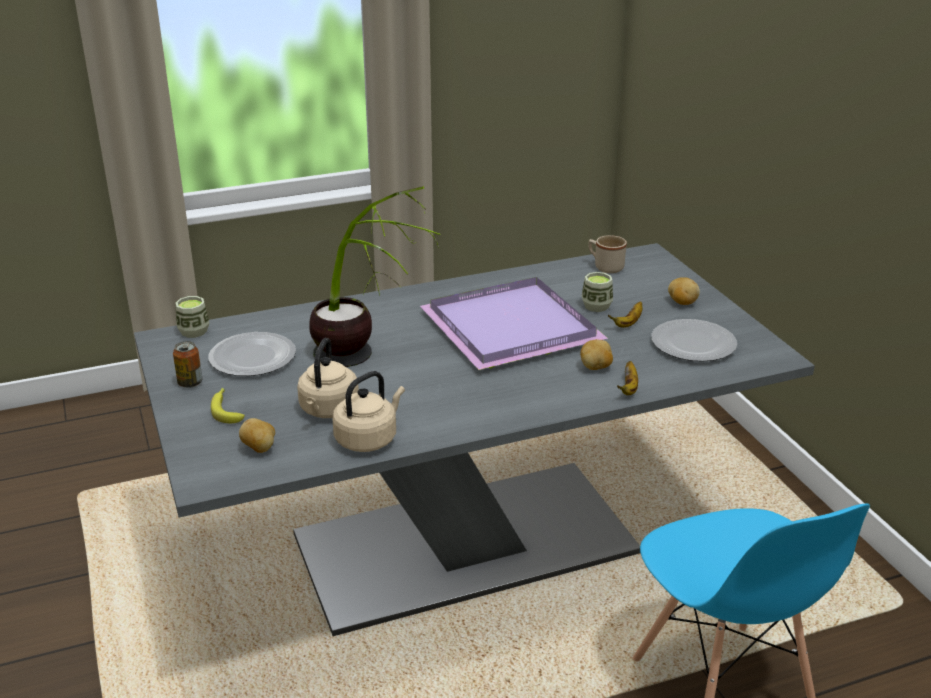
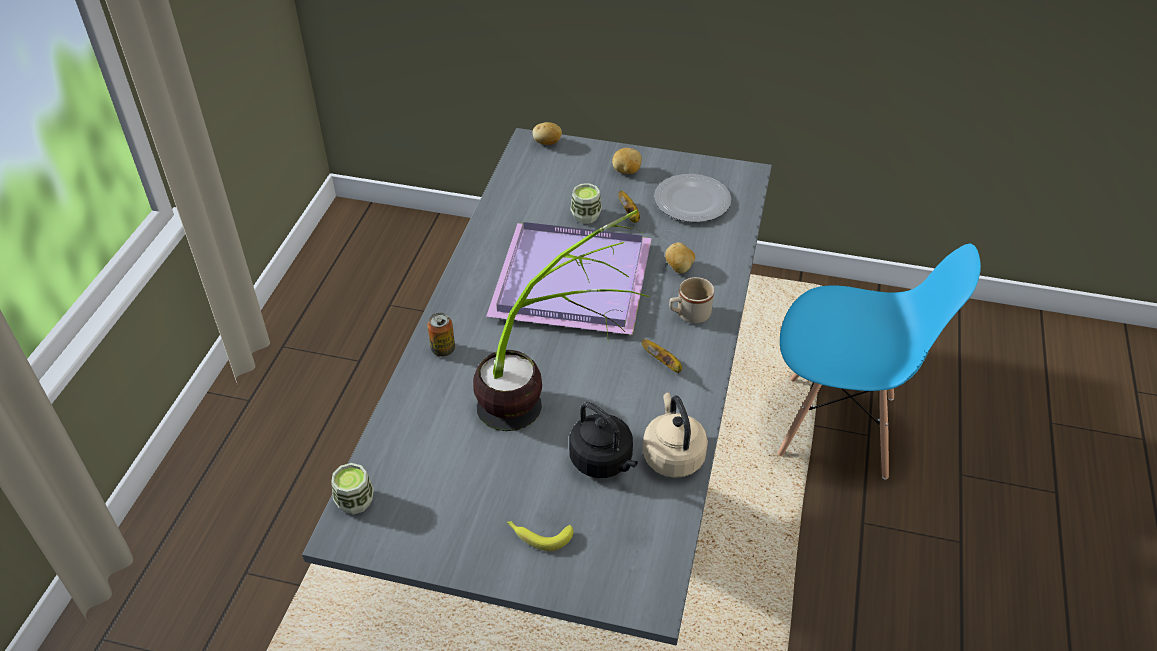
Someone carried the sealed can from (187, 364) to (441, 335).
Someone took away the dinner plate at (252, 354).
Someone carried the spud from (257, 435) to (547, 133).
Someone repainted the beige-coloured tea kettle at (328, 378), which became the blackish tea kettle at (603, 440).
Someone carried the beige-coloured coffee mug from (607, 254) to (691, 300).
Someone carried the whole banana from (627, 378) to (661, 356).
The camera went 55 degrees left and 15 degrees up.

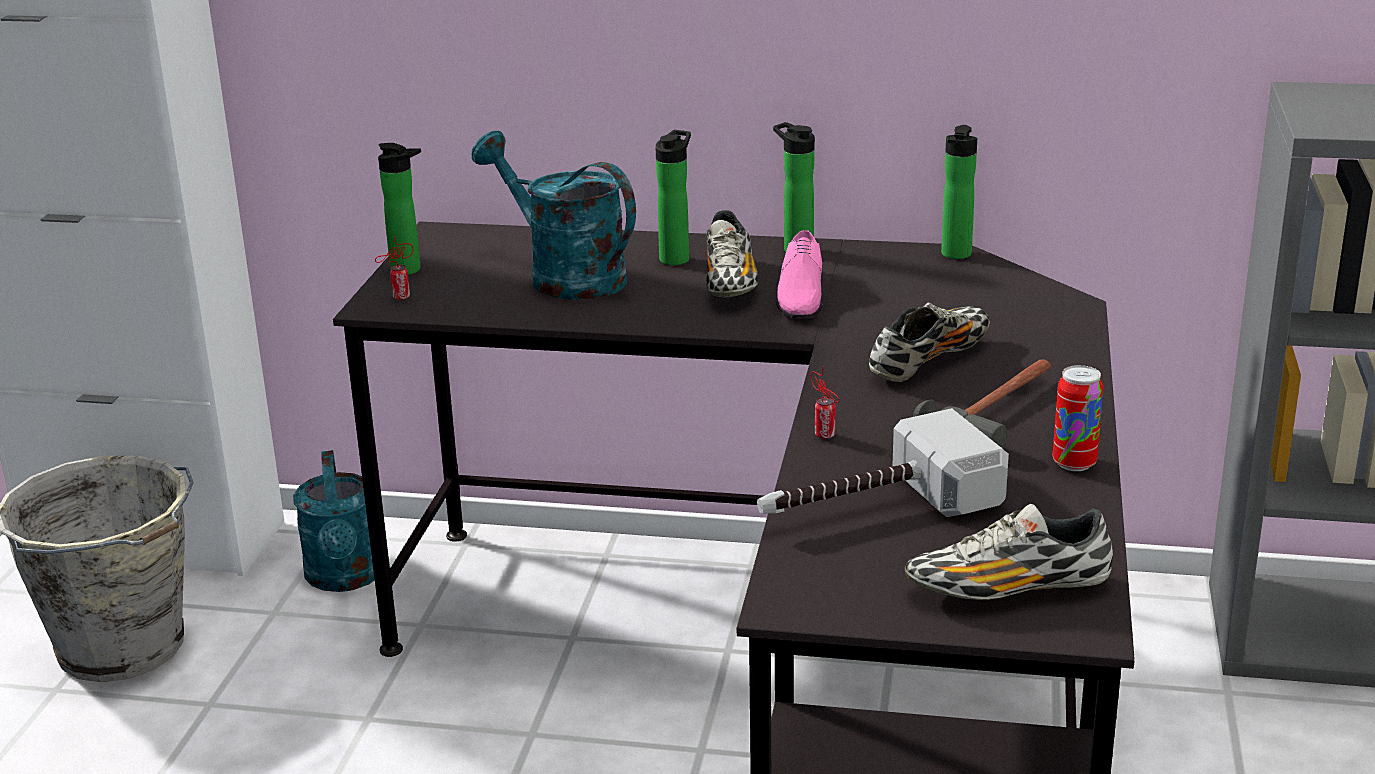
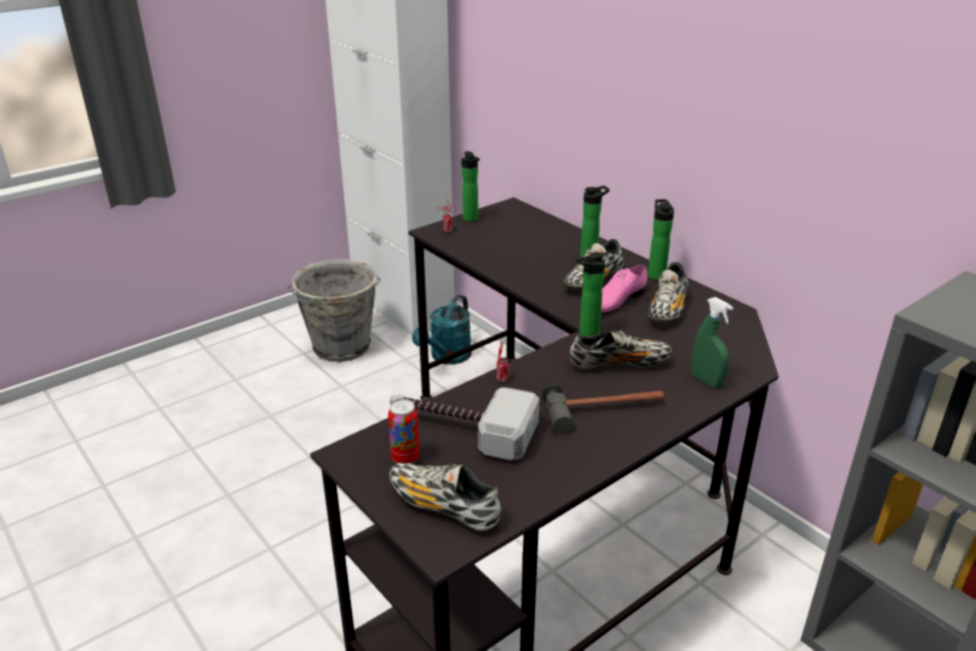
Someone took away the turquoise-coloured watering pot at (554, 215).
Someone carried the beverage bottle from (959, 192) to (590, 294).
Someone carried the sealed can from (1078, 418) to (404, 431).
Someone put down the shoe at (668, 292).
Someone put down the green-coloured sprayer at (712, 342).
The camera went 40 degrees right and 5 degrees up.

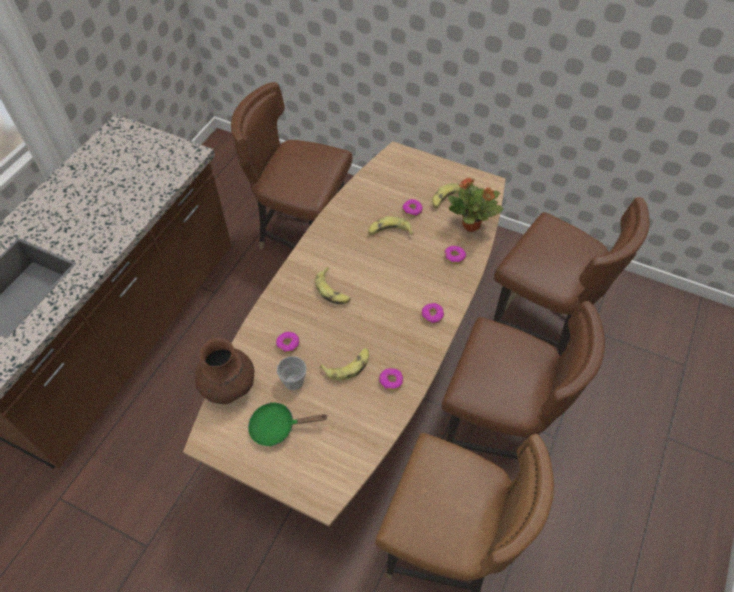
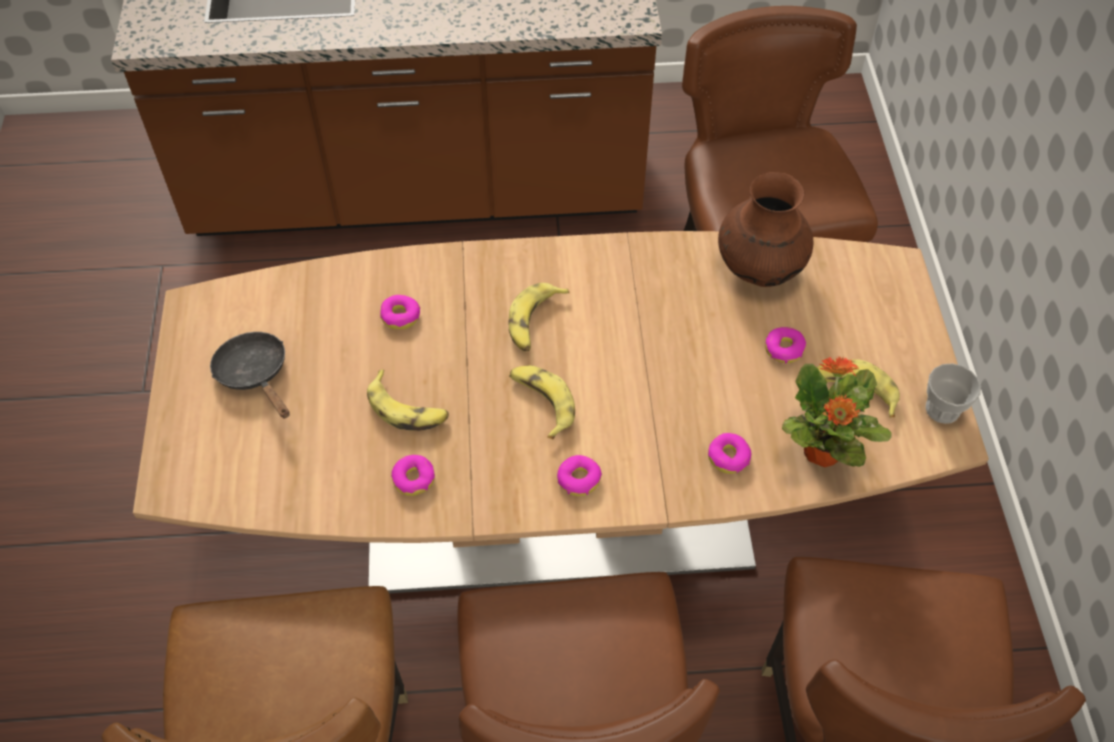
Someone carried the brown decorative vase from (224, 371) to (765, 229).
Someone repainted the green-coloured frying pan at (288, 424), which became the blackish frying pan at (250, 375).
Someone carried the small cup from (291, 373) to (953, 393).
Someone carried the whole banana from (390, 225) to (542, 402).
The camera went 60 degrees right and 0 degrees up.

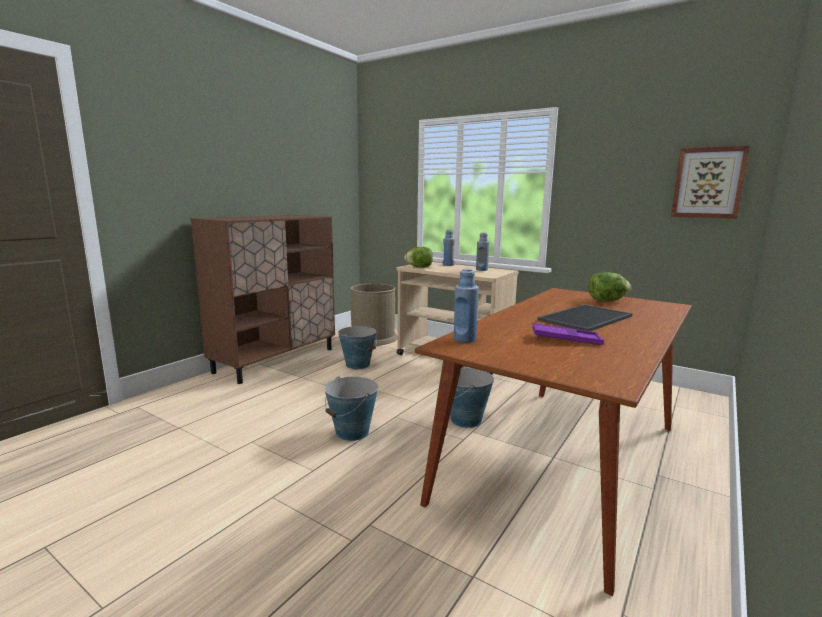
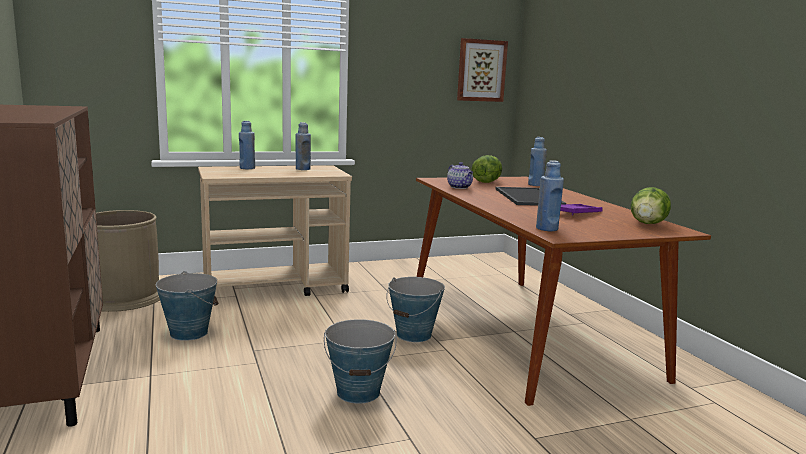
Someone carried the lettuce from (418, 257) to (651, 205).
Someone put down the pot for tea at (460, 175).
Someone put down the blue-coloured beverage bottle at (537, 161).
The camera went 55 degrees left and 0 degrees up.

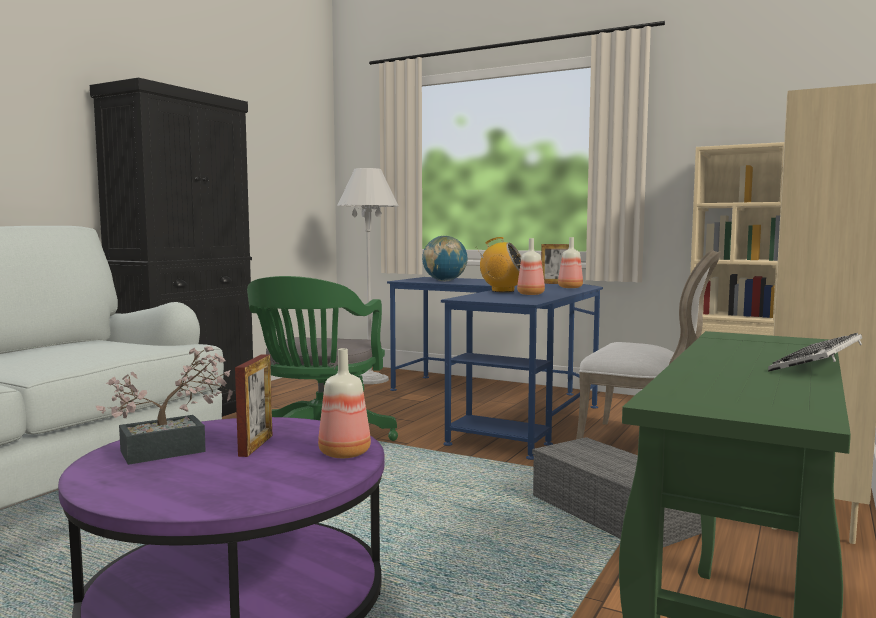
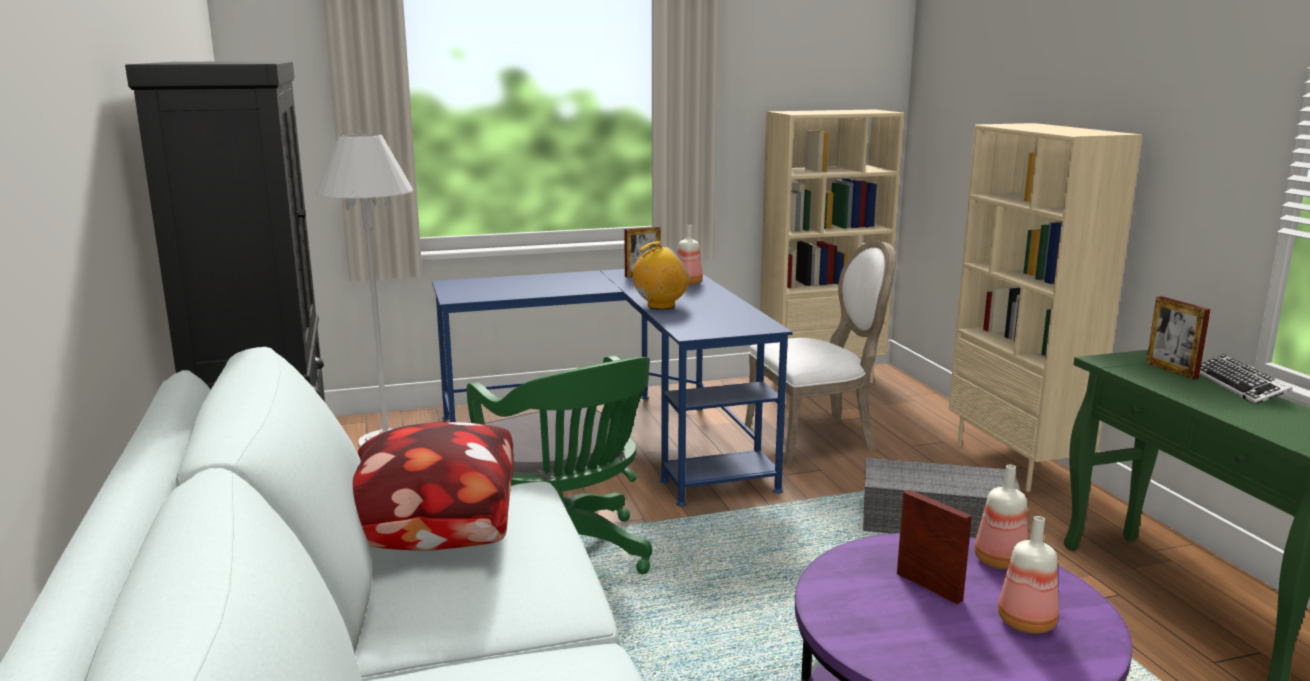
Someone took away the potted plant at (164, 405).
Someone took away the world globe at (445, 258).
Someone carried the beverage bottle from (531, 266) to (1028, 575).
Someone put down the cushion at (433, 486).
Someone put down the standing frame at (1178, 338).
The camera went 45 degrees left and 10 degrees up.

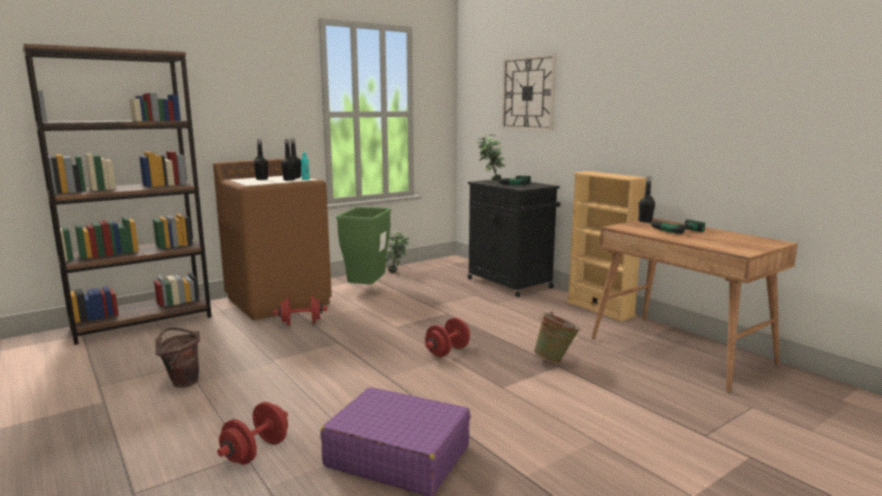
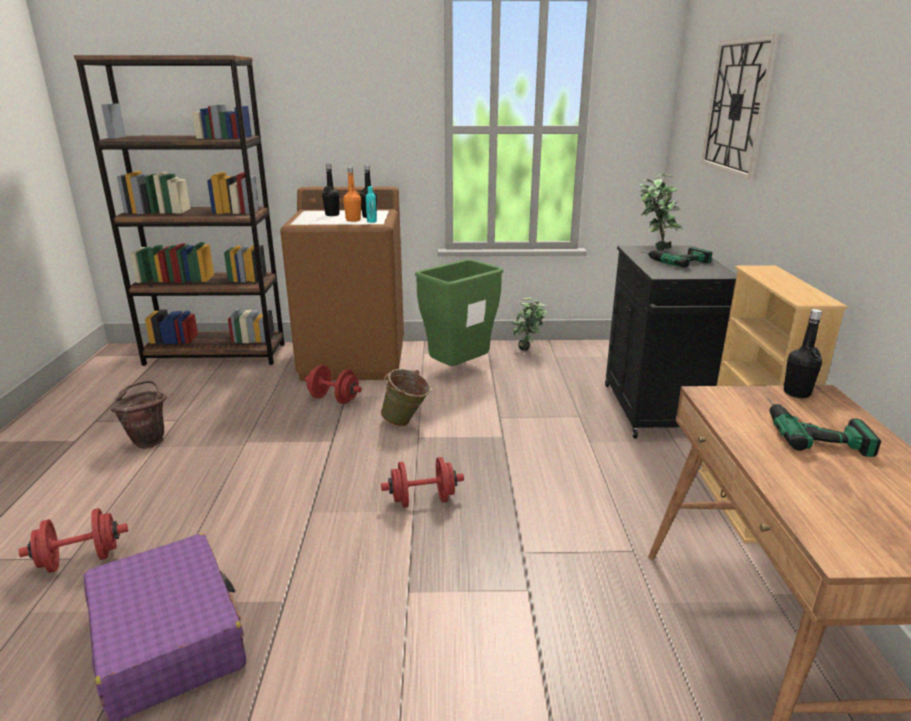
Someone repainted the blackish beverage bottle at (288, 160), which became the orangey beverage bottle at (352, 194).
Someone carried the green-coloured bucket from (557, 338) to (406, 397).
The camera went 35 degrees right and 10 degrees up.

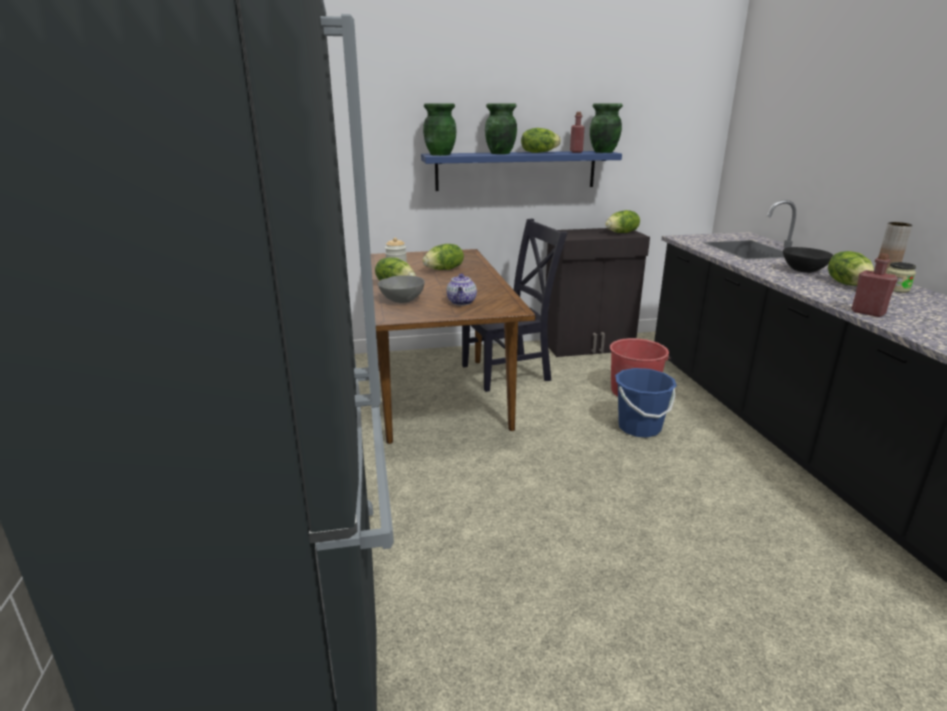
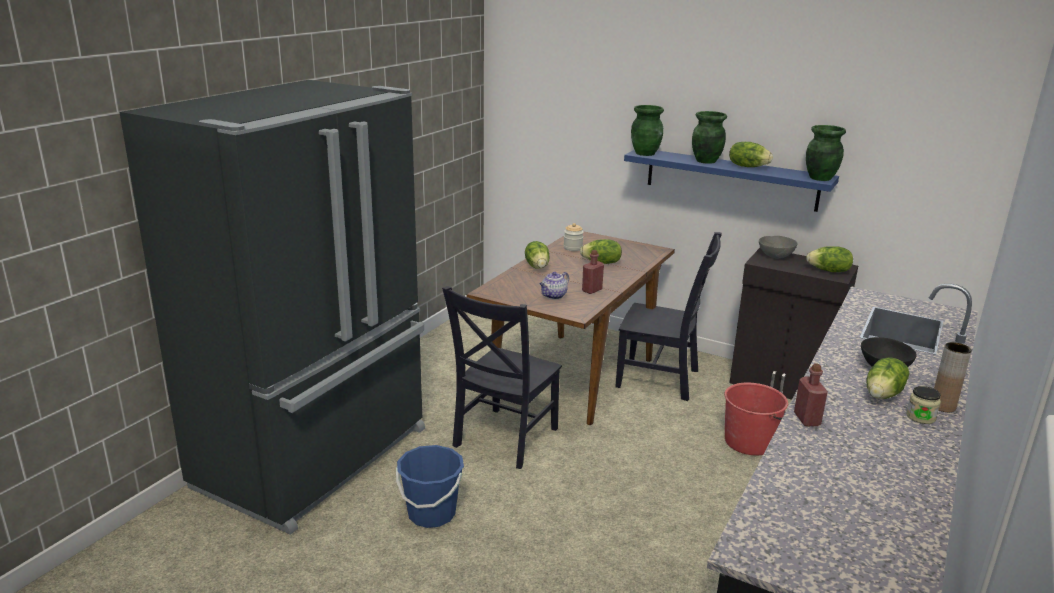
Someone carried the gray serving bowl from (401, 289) to (778, 247).
Someone carried the reddish beverage bottle from (577, 132) to (593, 272).
Someone carried the blue-coloured bucket from (646, 403) to (430, 486).
Someone put down the blackish upright chair at (502, 377).
The camera went 40 degrees right and 0 degrees up.

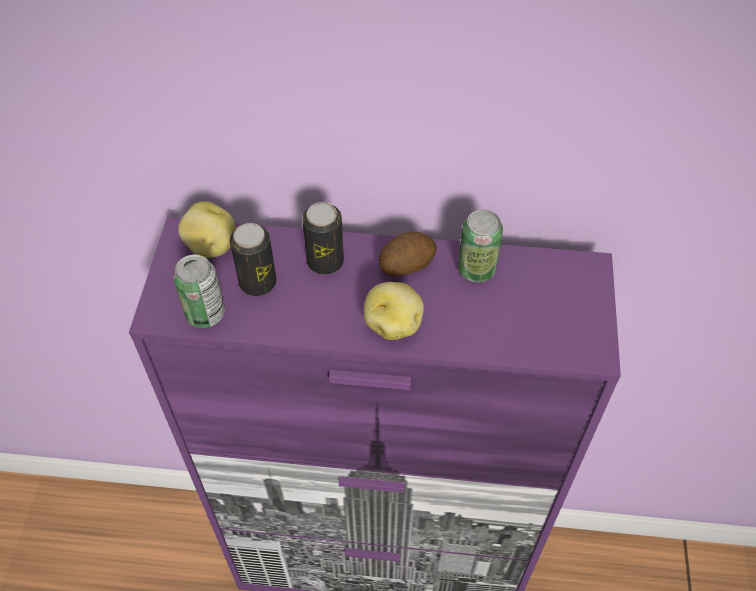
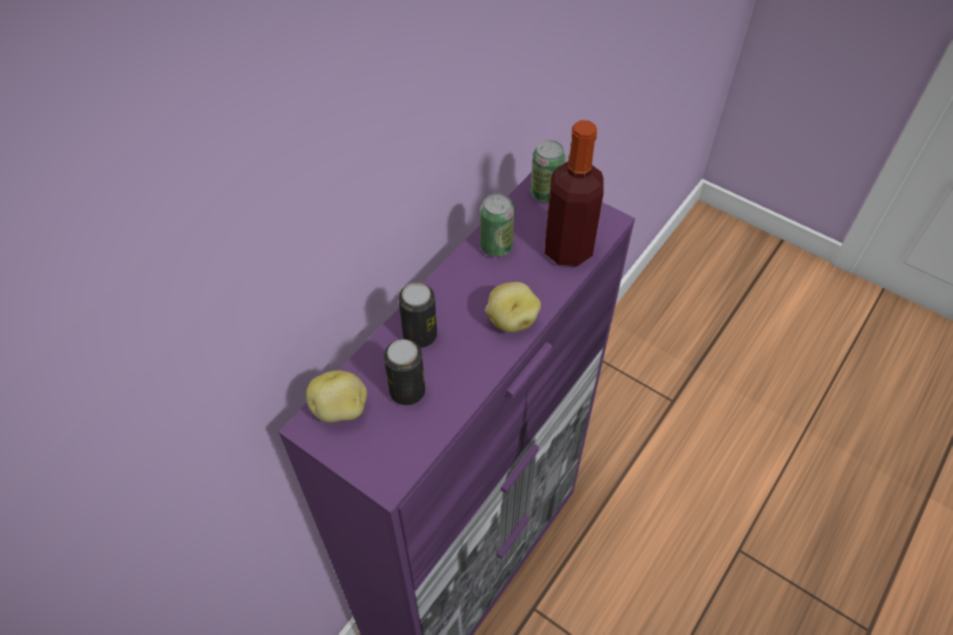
Someone carried the sealed can from (199, 291) to (548, 171).
Someone took away the spud at (407, 254).
Someone put down the beverage bottle at (574, 193).
The camera went 60 degrees left and 0 degrees up.

